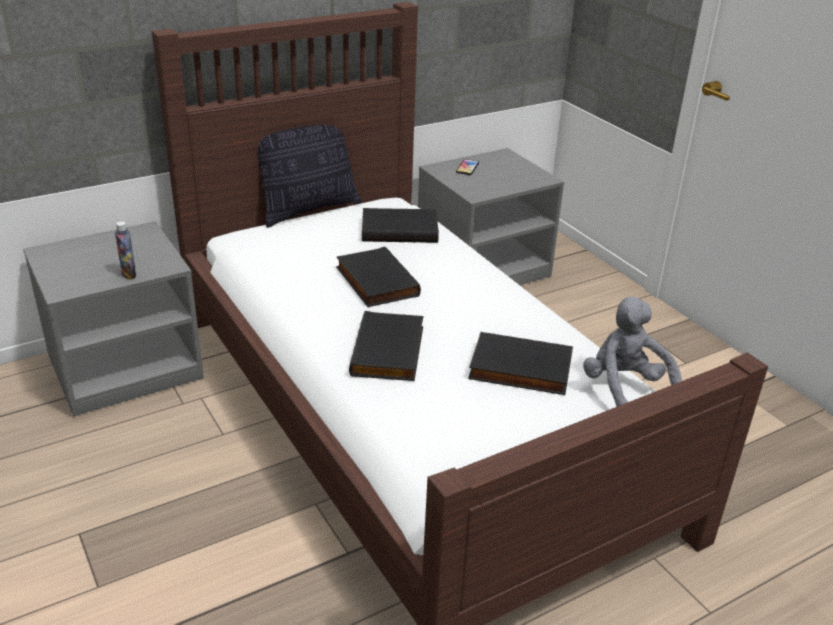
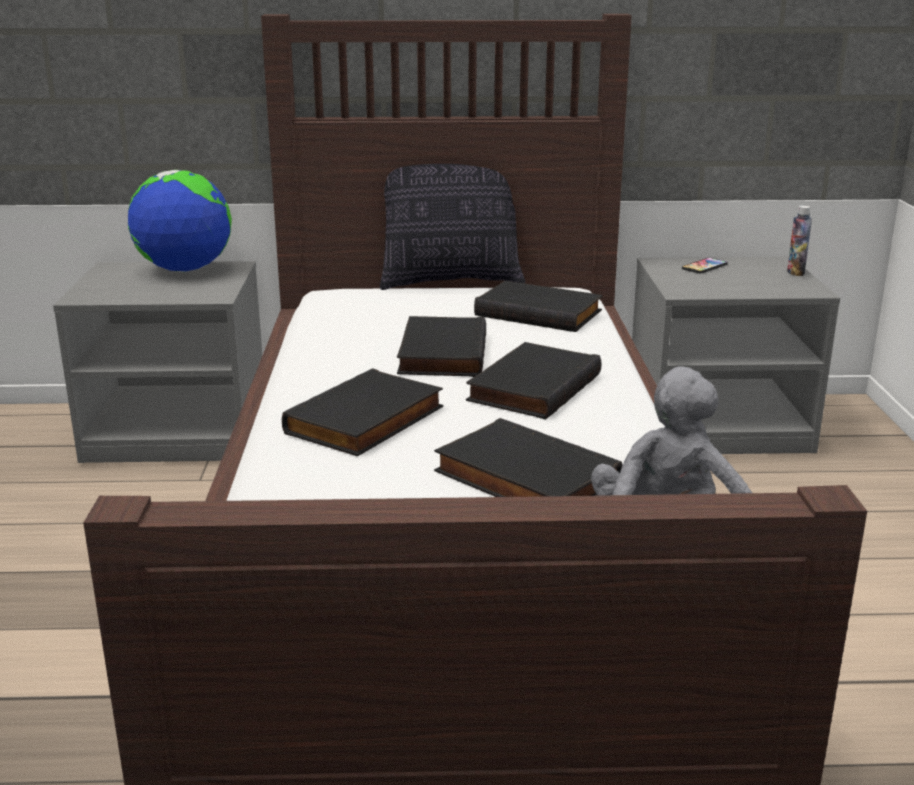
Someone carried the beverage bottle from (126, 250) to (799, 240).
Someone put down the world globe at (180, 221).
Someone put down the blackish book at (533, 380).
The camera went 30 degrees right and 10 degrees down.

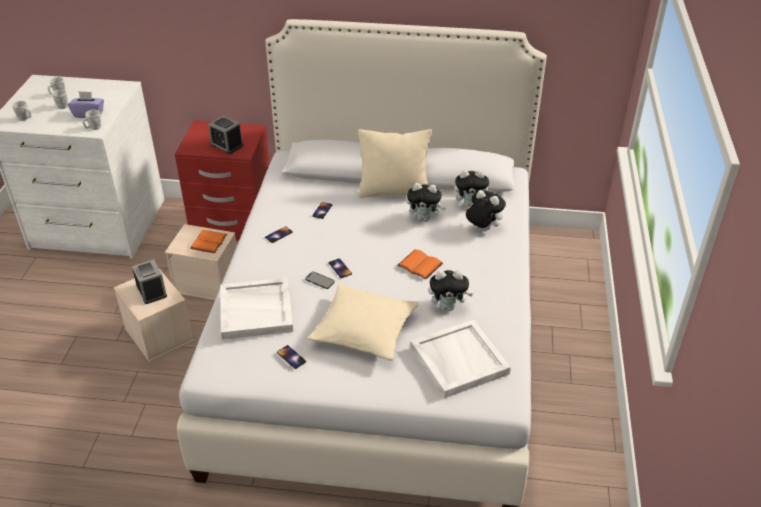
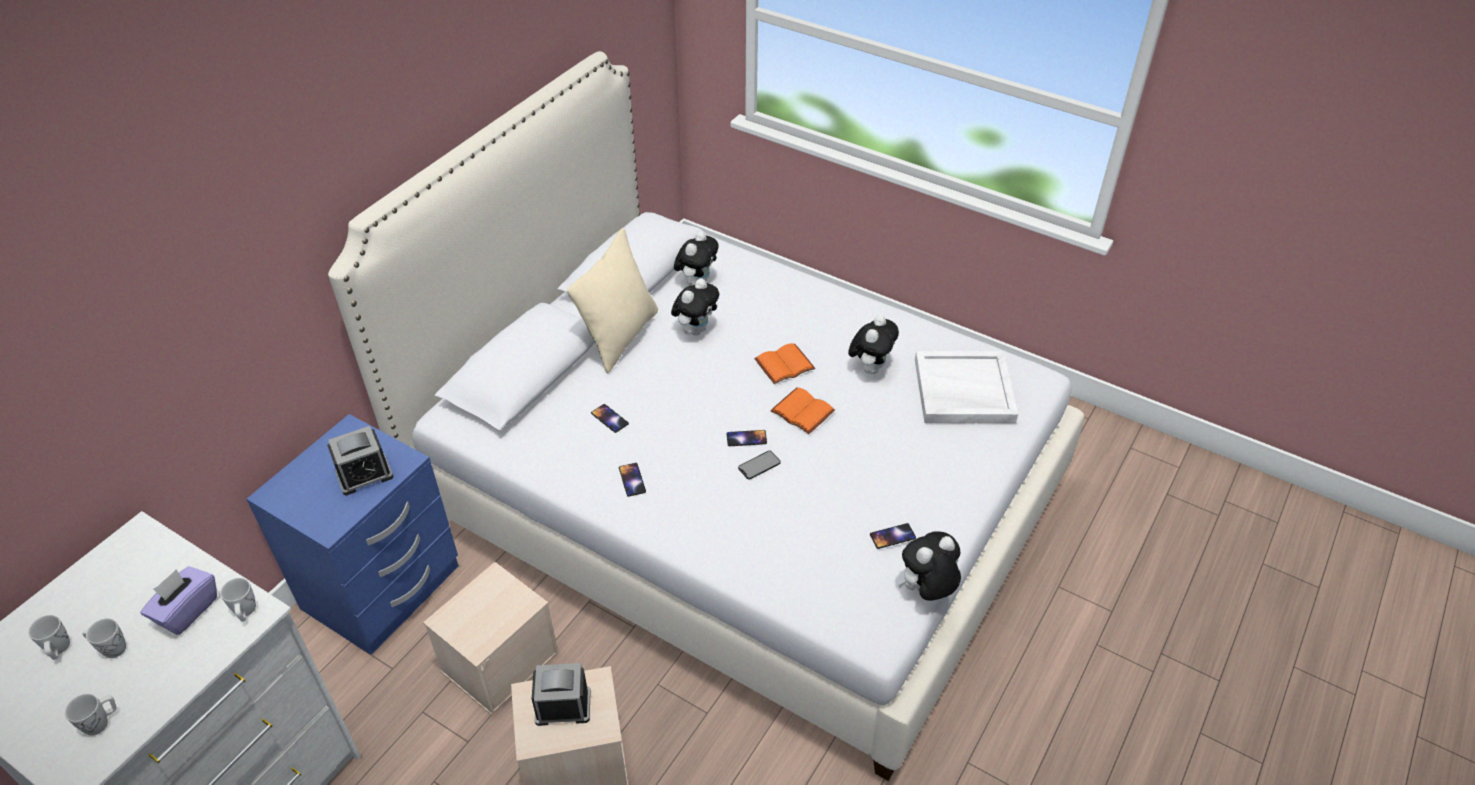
Someone repainted the reddish night table at (222, 180), which became the blue-coloured night table at (353, 534).
Someone carried the orangey book from (208, 241) to (802, 411).
Someone took away the whitish serving tray at (256, 308).
Someone took away the beige-coloured cushion at (364, 322).
Someone carried the soft toy from (486, 210) to (929, 566).
The camera went 65 degrees left and 5 degrees up.

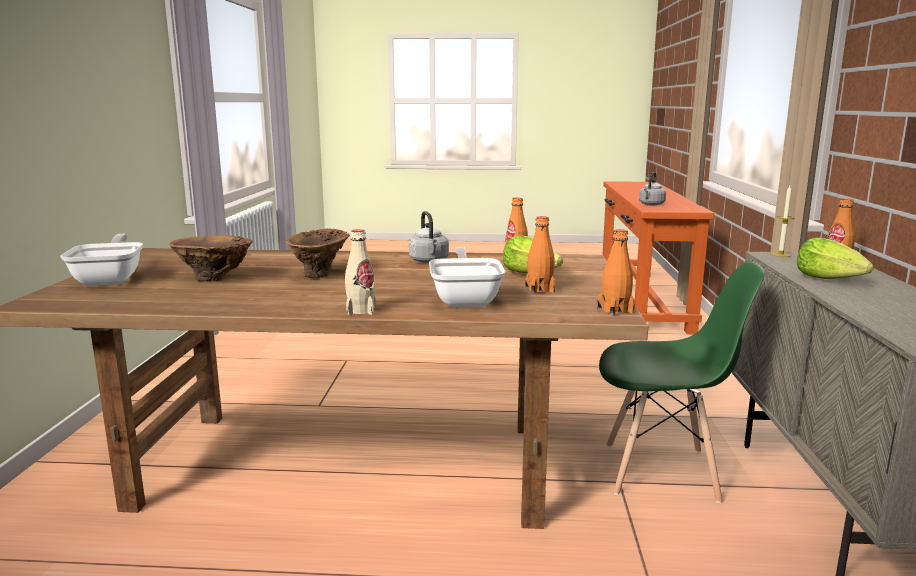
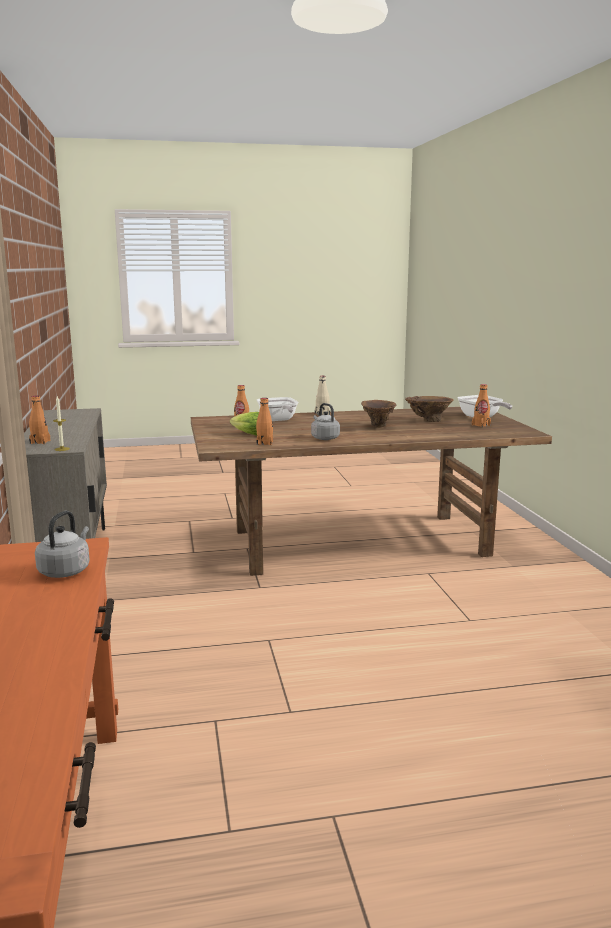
Someone carried the orangey beverage bottle from (616, 272) to (481, 405).
Someone took away the green-coloured upright chair at (682, 382).
Someone took away the lettuce at (835, 258).
The camera went 165 degrees right and 0 degrees up.

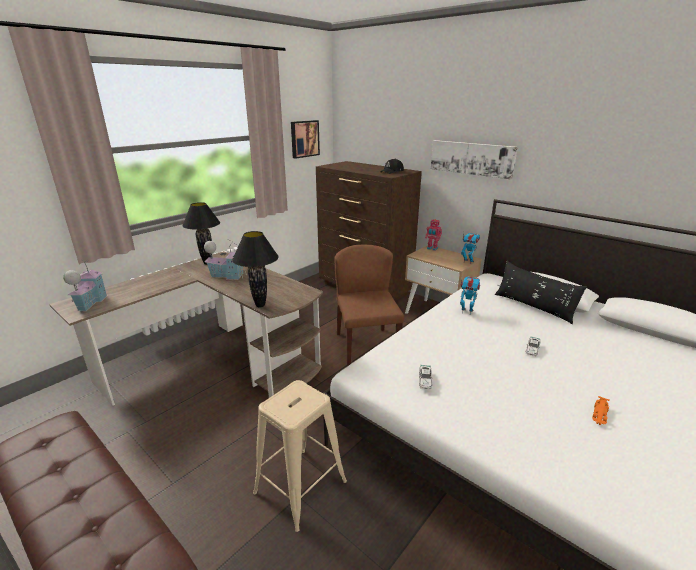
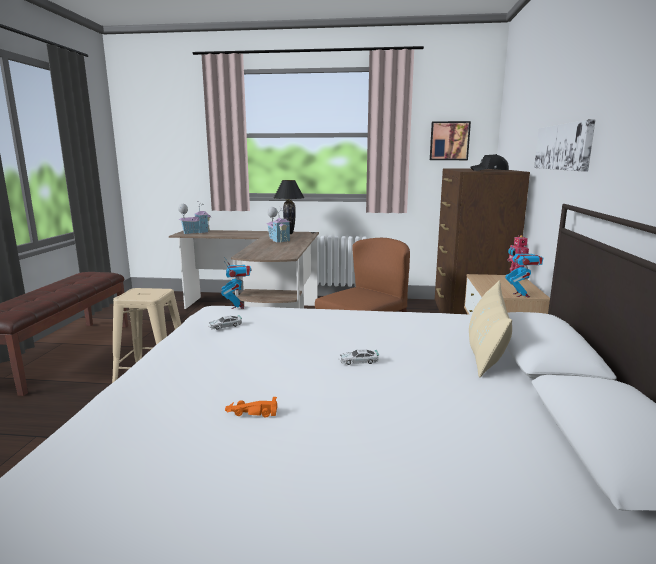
Someone took away the blackish lamp for a table at (255, 269).
Someone carried the robot figure from (470, 295) to (236, 283).
Someone repainted the blackish cushion at (541, 292), which became the beige-coloured cushion at (490, 329).
The camera went 55 degrees right and 10 degrees down.

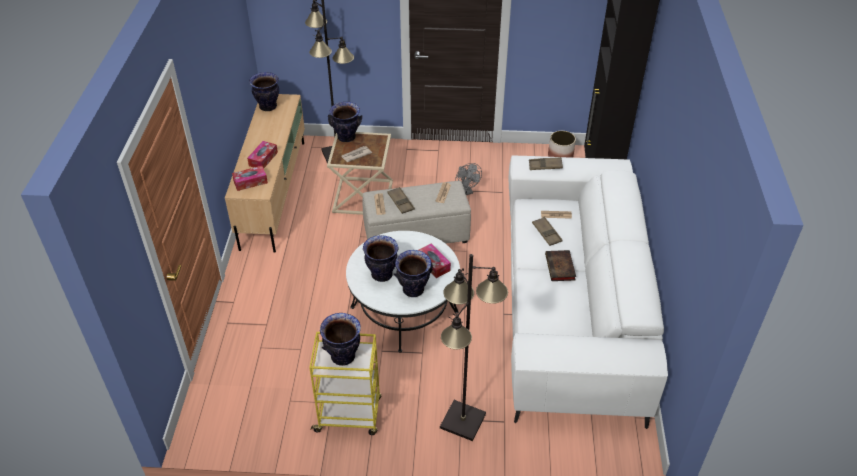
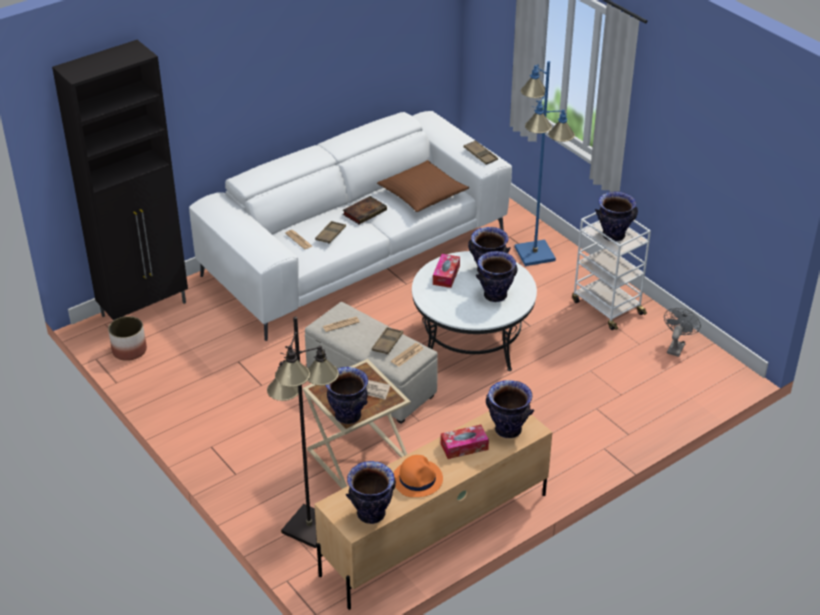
Someone swapped the tissue holder at (250, 178) for the decorative vase at (510, 409).
Someone repainted the yellow-coloured wheeled cart at (345, 383), which became the whitish wheeled cart at (611, 271).
Someone repainted the blackish floor lamp at (474, 347), which became the blue-coloured floor lamp at (545, 163).
Someone carried the gray fan from (469, 179) to (682, 332).
Someone carried the brown serving tray from (546, 163) to (481, 152).
Someone put down the brown cushion at (423, 186).
Someone put down the orangey wearable hat at (418, 476).
The camera went 130 degrees left and 5 degrees down.

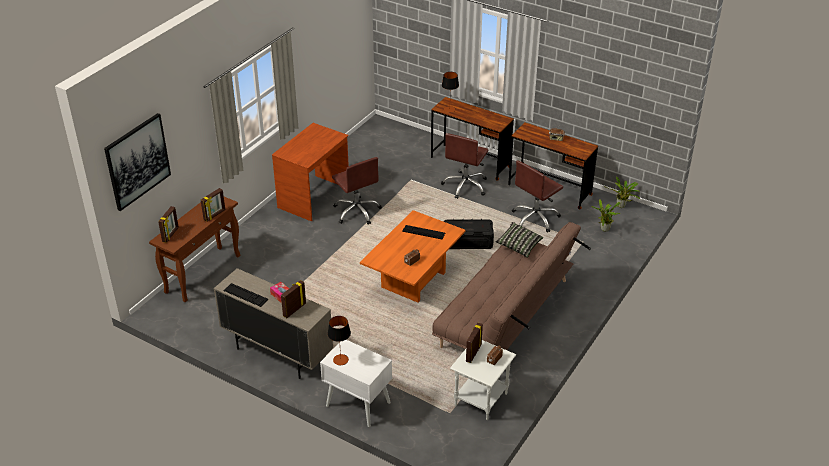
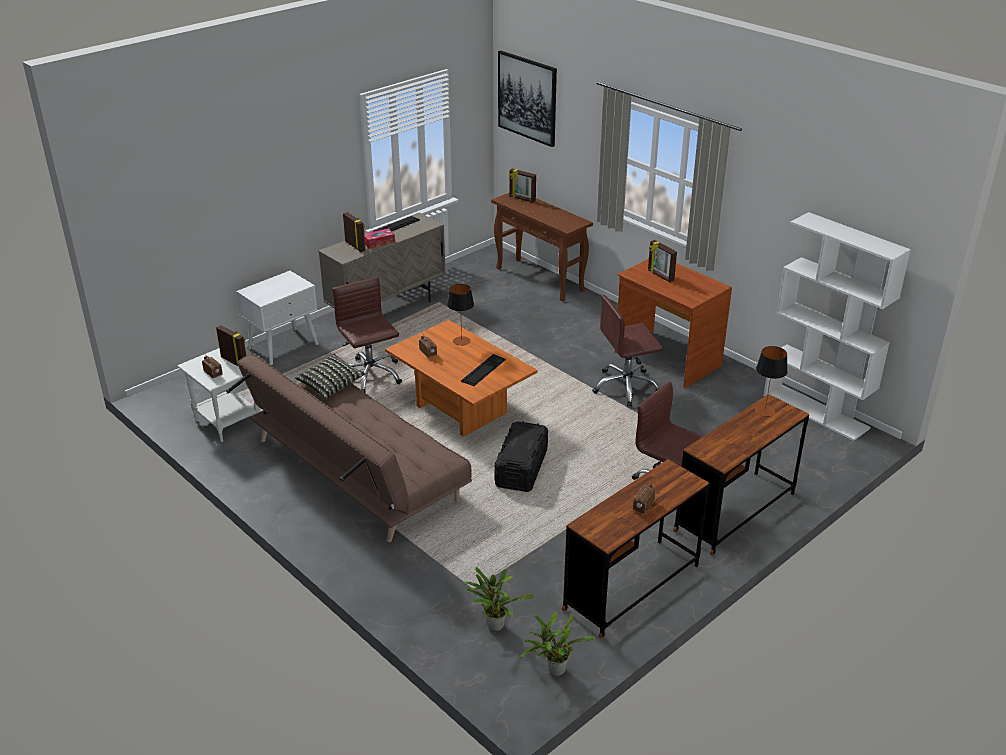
Someone carried the standing frame from (213, 205) to (662, 261).
Someone carried the lamp for a table from (339, 340) to (460, 315).
Someone carried the cushion from (519, 240) to (330, 376).
Someone carried the brown office chair from (537, 196) to (367, 334).
Someone put down the whitish bookcase at (837, 326).
The camera went 105 degrees right and 5 degrees down.

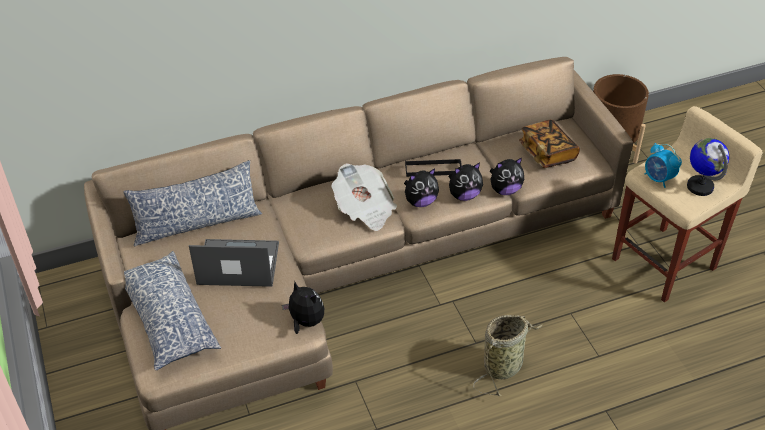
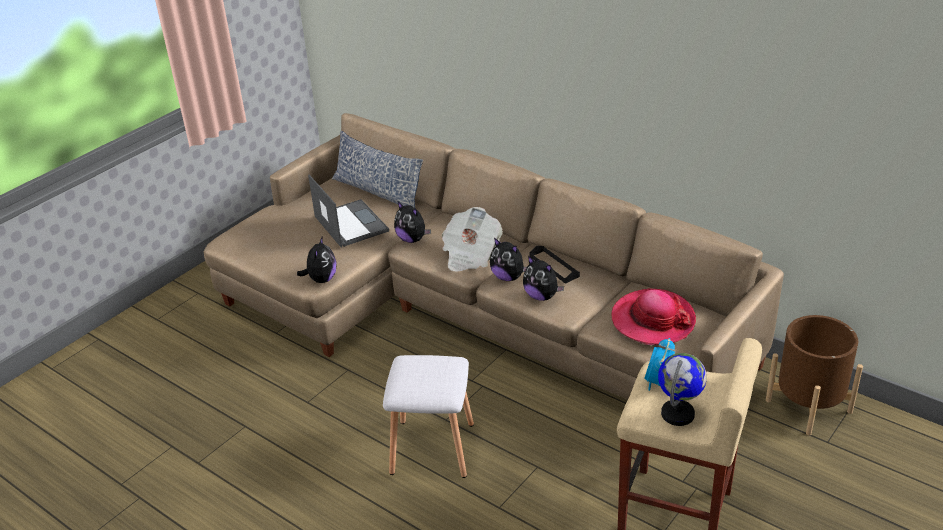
Someone took away the cushion at (172, 310).
Someone swapped the household basket at (508, 355) for the whitish stool seat at (428, 416).
Someone carried the soft toy from (507, 176) to (412, 222).
Someone swapped the book at (549, 144) for the wearable hat at (654, 317).
The camera went 60 degrees right and 10 degrees down.

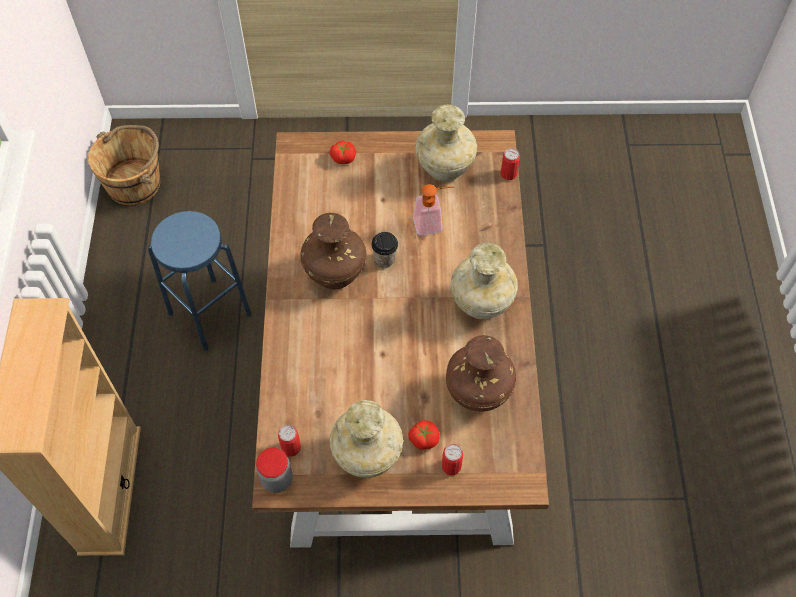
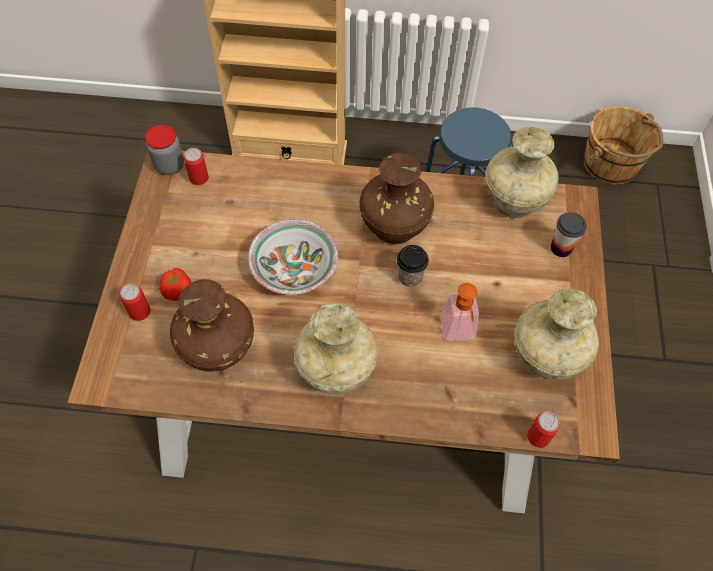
Someone swapped the whole tomato at (343, 152) for the small cup at (569, 234).
Someone carried the beige-coloured decorative vase from (366, 439) to (522, 172).
Someone put down the serving bowl at (293, 257).
The camera went 95 degrees right and 0 degrees up.

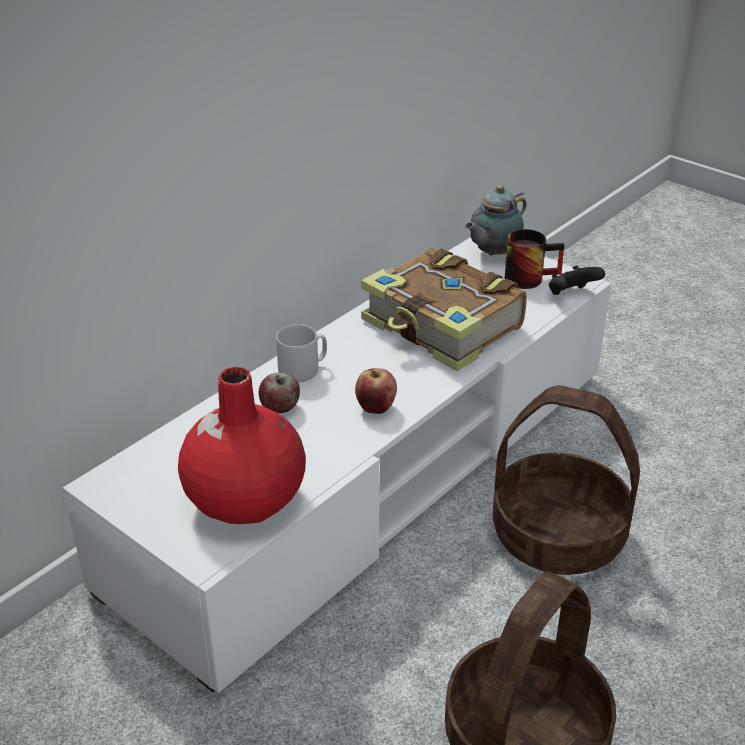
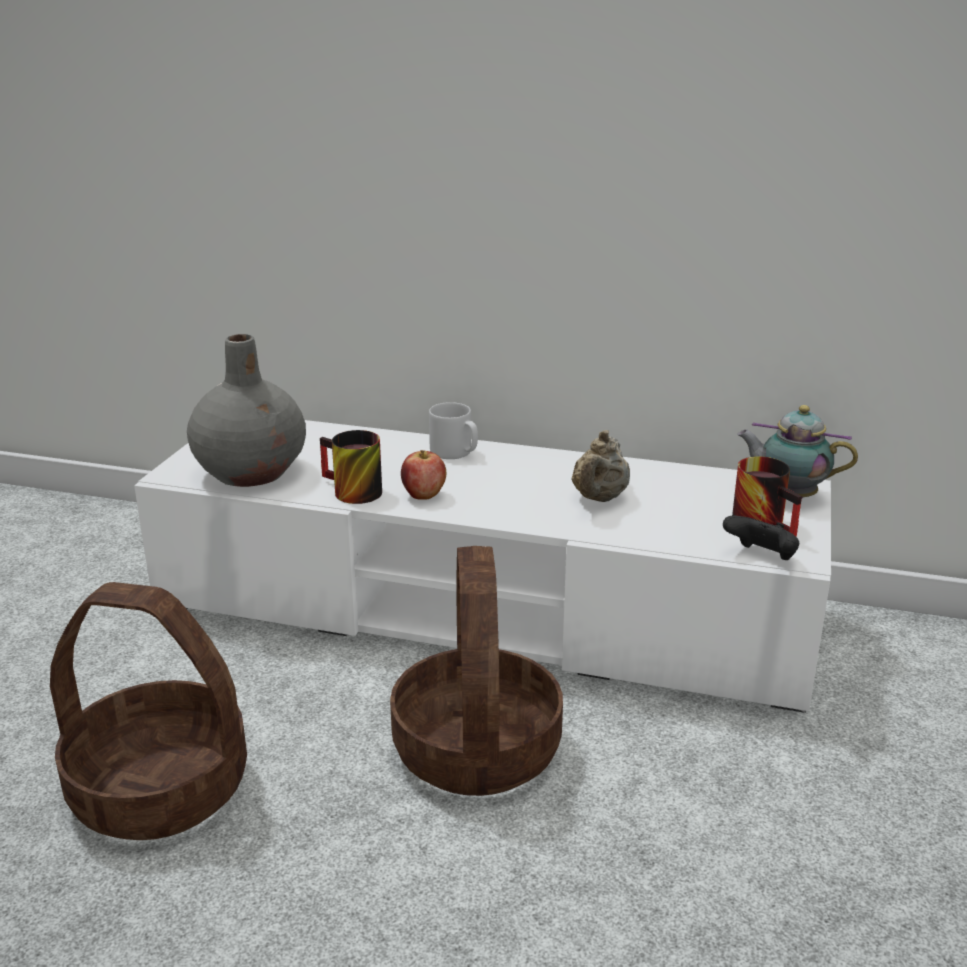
Someone repainted the reddish decorative vase at (242, 445), which became the gray decorative vase at (246, 410).
Someone took away the whole apple at (279, 393).
Someone swapped the book at (444, 309) for the beige-coloured pot for tea at (601, 466).
Someone put down the coffee mug at (351, 467).
The camera went 65 degrees right and 10 degrees down.

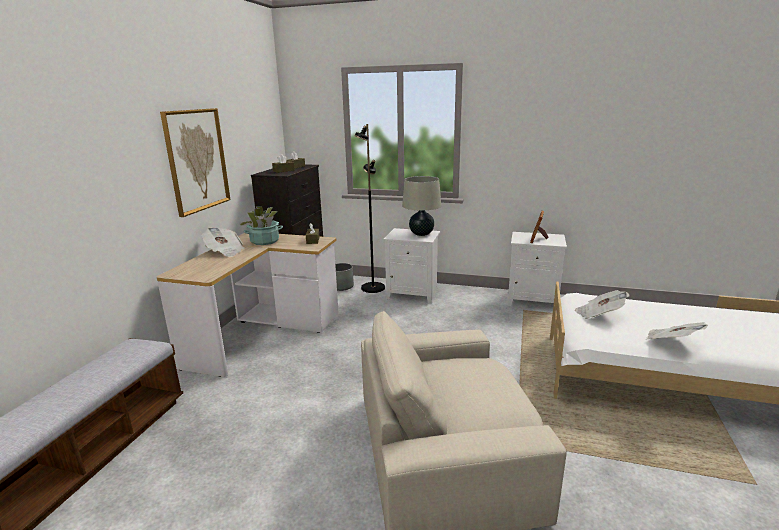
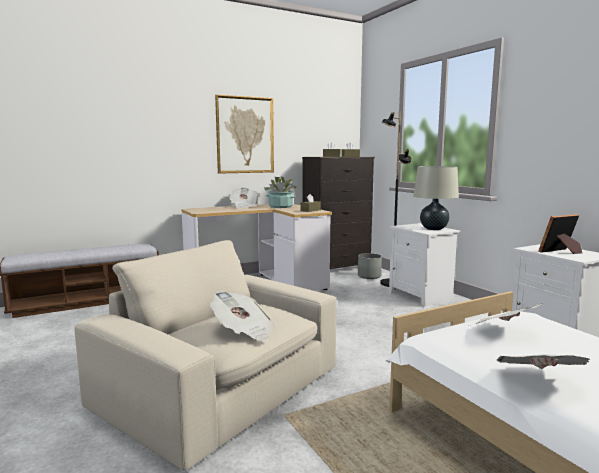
Someone put down the newspaper at (242, 316).
The camera went 45 degrees right and 10 degrees down.

